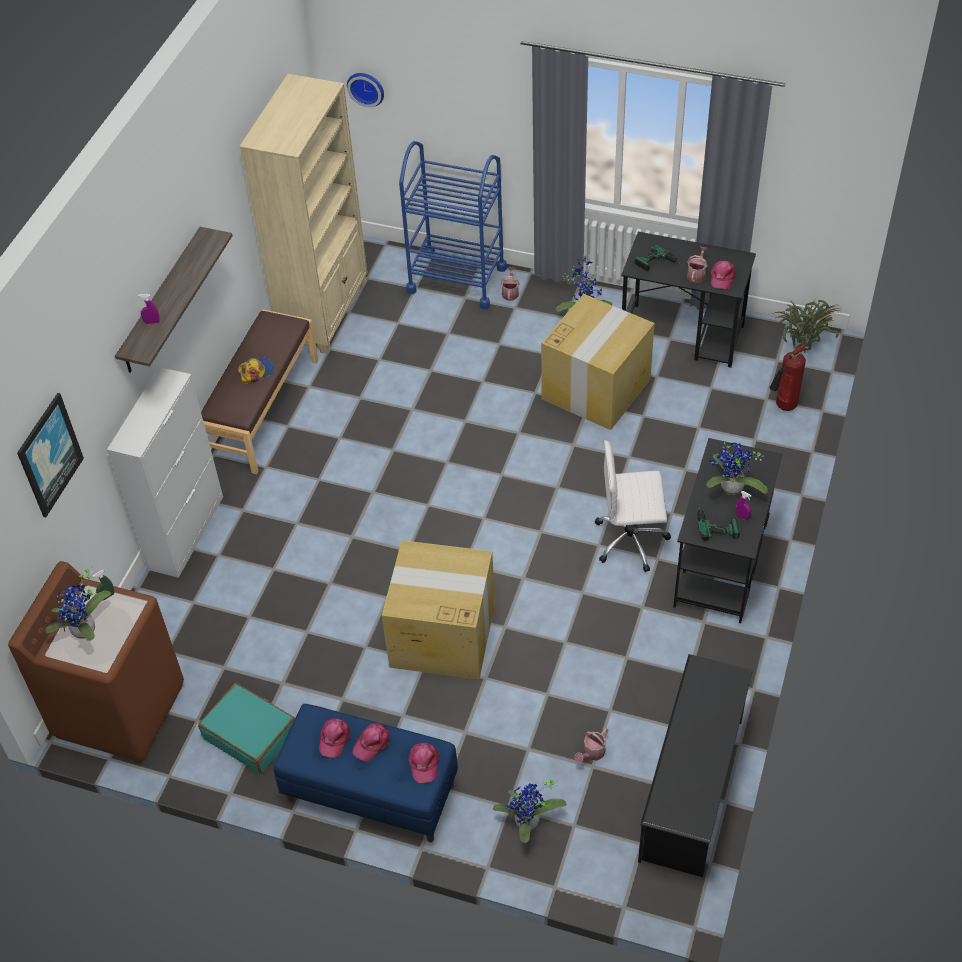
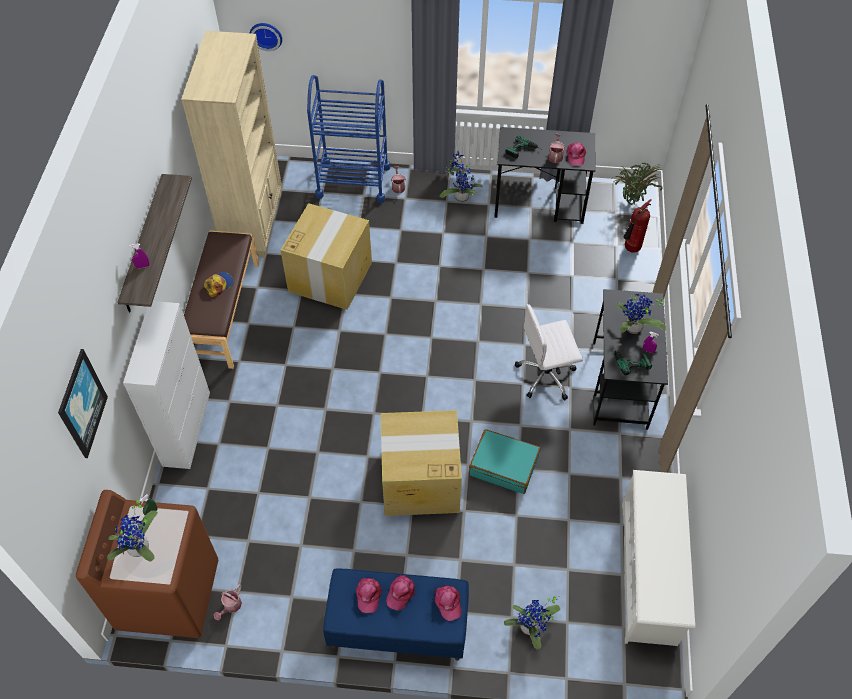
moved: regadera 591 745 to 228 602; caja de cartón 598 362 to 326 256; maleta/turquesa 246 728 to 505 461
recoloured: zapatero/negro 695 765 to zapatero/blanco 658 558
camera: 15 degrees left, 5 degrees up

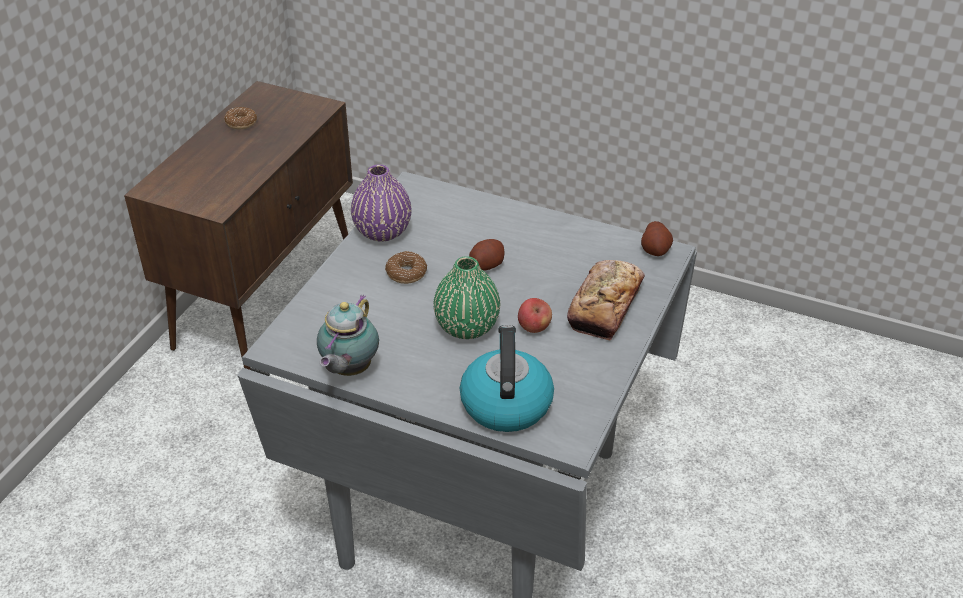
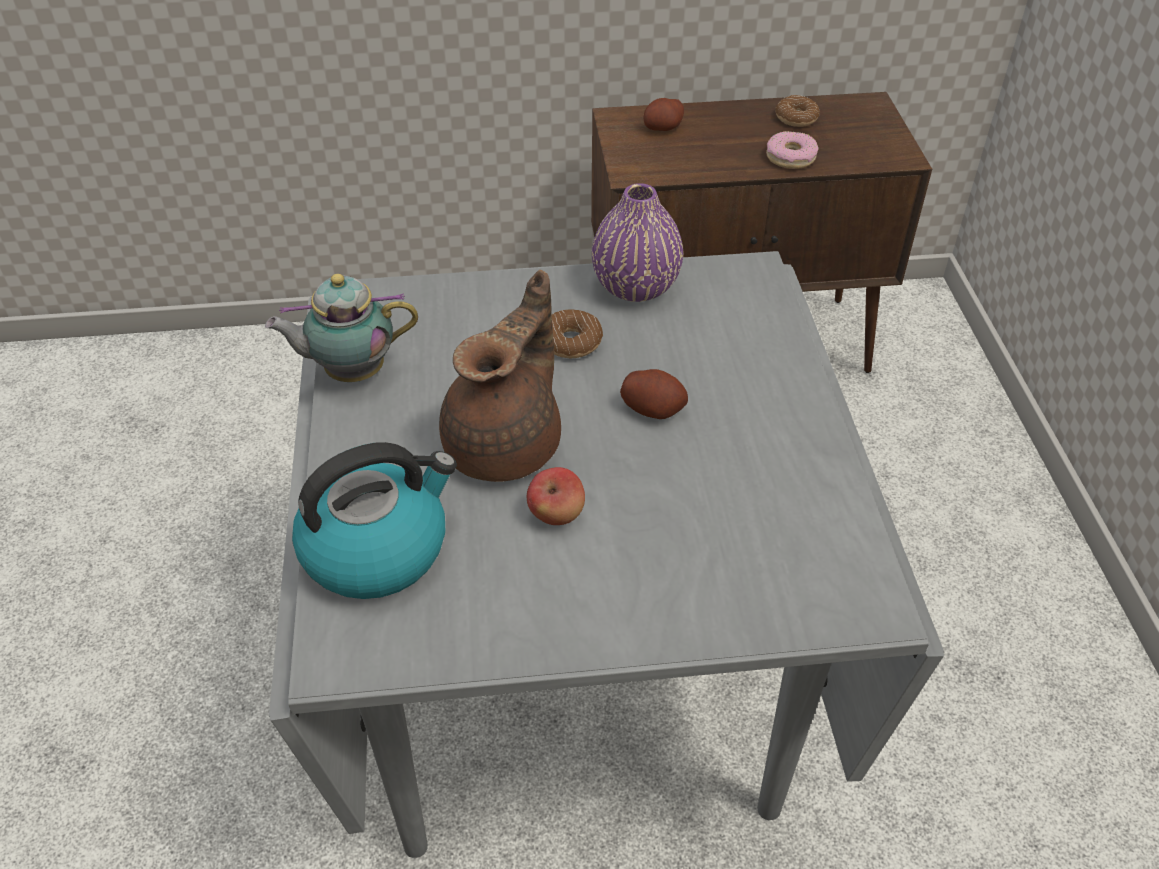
removed: pan 606 300
added: rosquilla 792 150
moved: patata 657 238 to 664 114
replaced: florero/verde 466 297 to tetera/marrón 500 376
camera: 60 degrees right, 5 degrees up

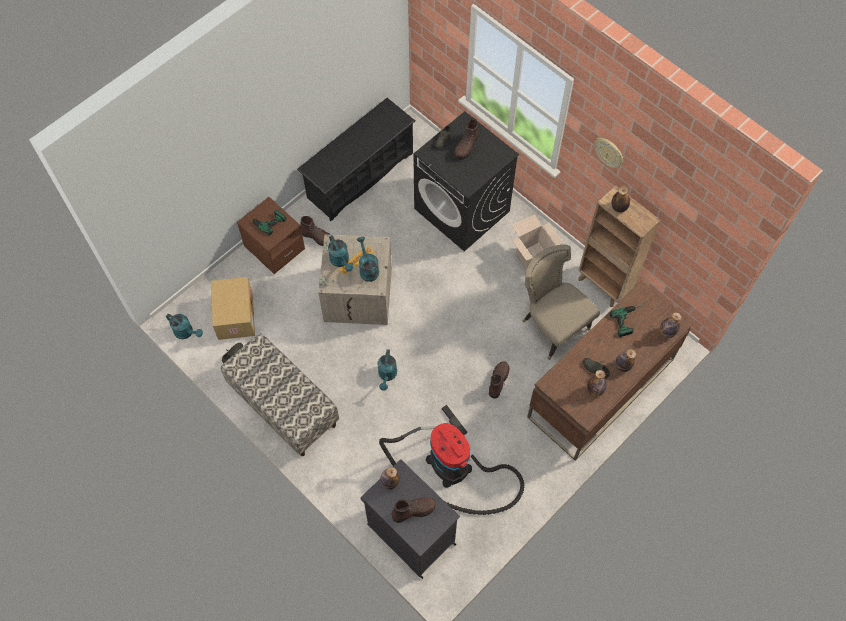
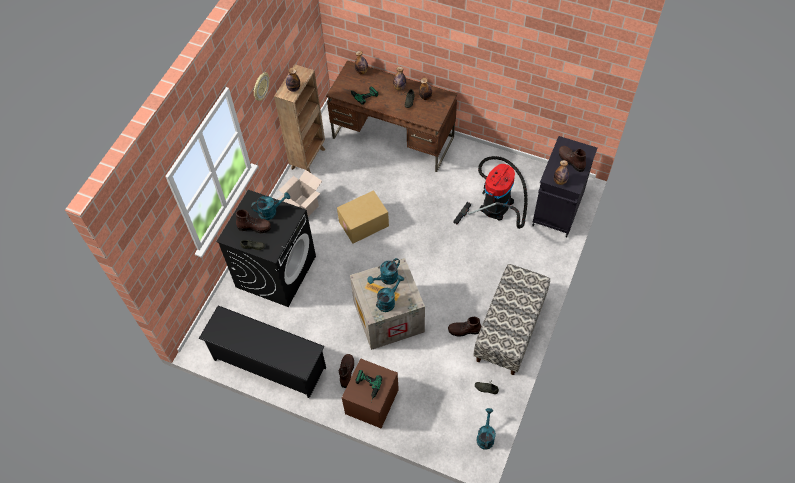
removed: silla/beis 561 302
moved: regadera/turquesa 387 370 to 270 206; caja de cartón 233 308 to 363 217; bota/marrón 499 380 to 464 327
camera: 110 degrees left, 5 degrees down

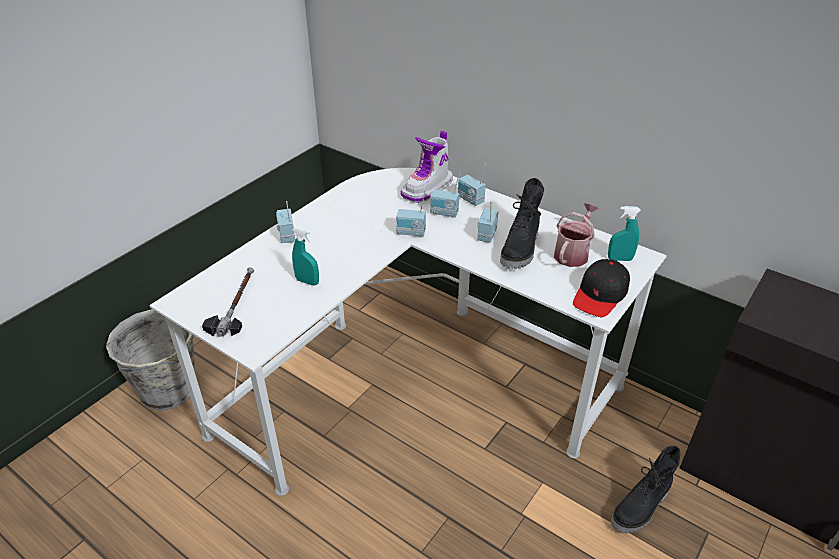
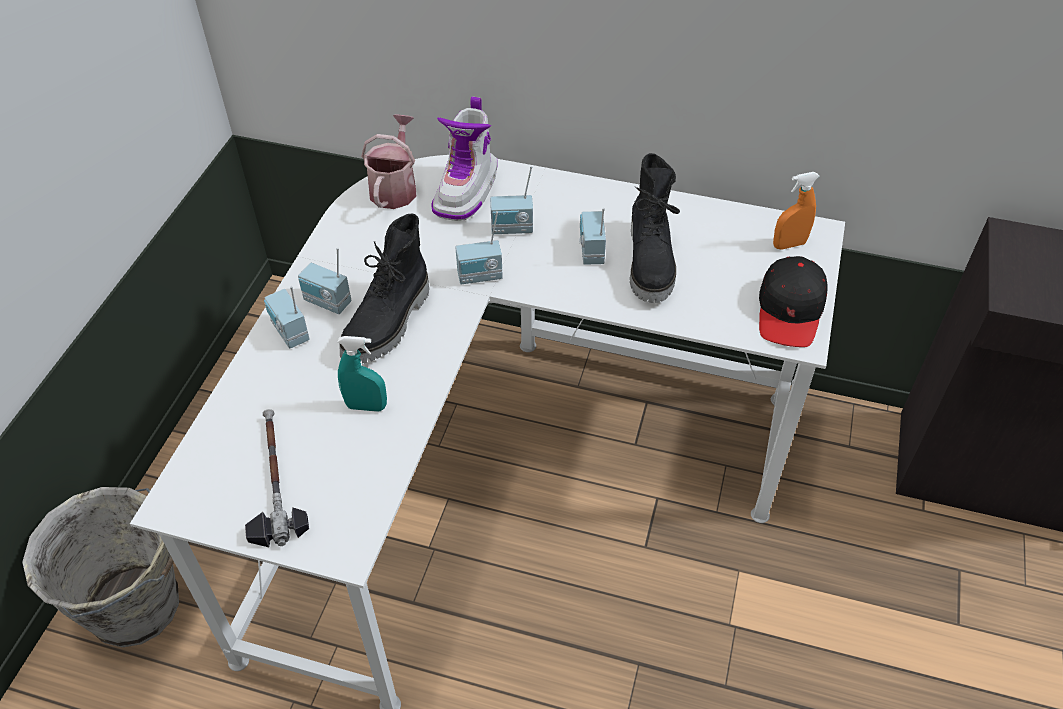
moved: radio 472 184 to 324 281; bota/negro 645 489 to 384 289; regadera 576 235 to 388 161
recoloured: pulverizador/turquesa 624 233 to pulverizador/naranja 796 211
camera: 20 degrees left, 10 degrees up

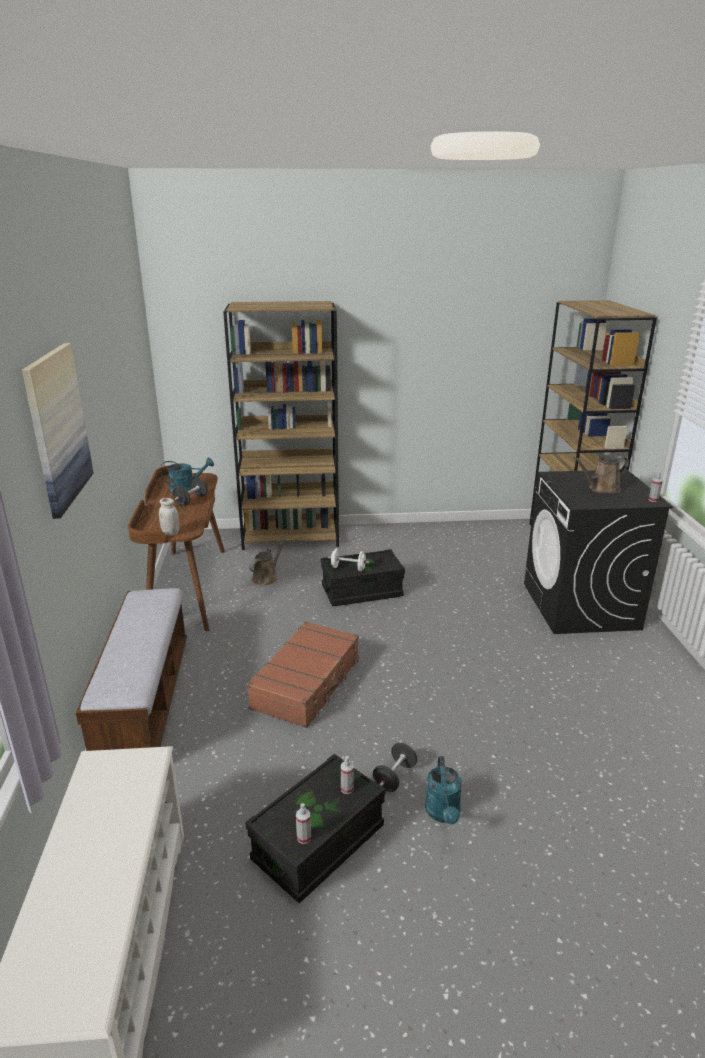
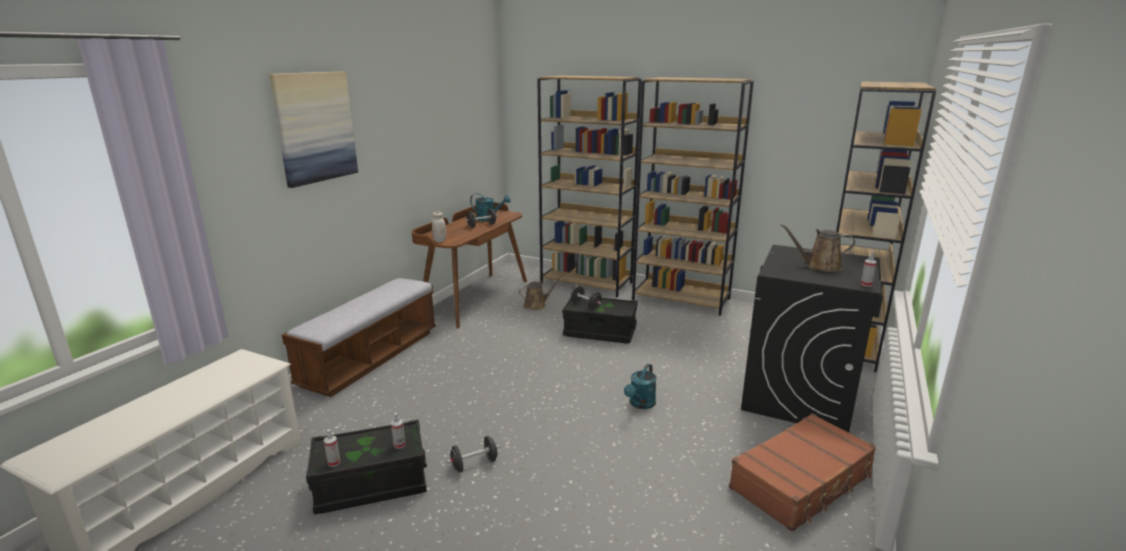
added: estantería/marrón 693 196
moved: regadera/turquesa 443 790 to 640 386; maleta/marrón 303 674 to 802 472
recoloured: mancuerna/blanco 348 559 to mancuerna/negro 586 298
camera: 30 degrees right, 5 degrees down

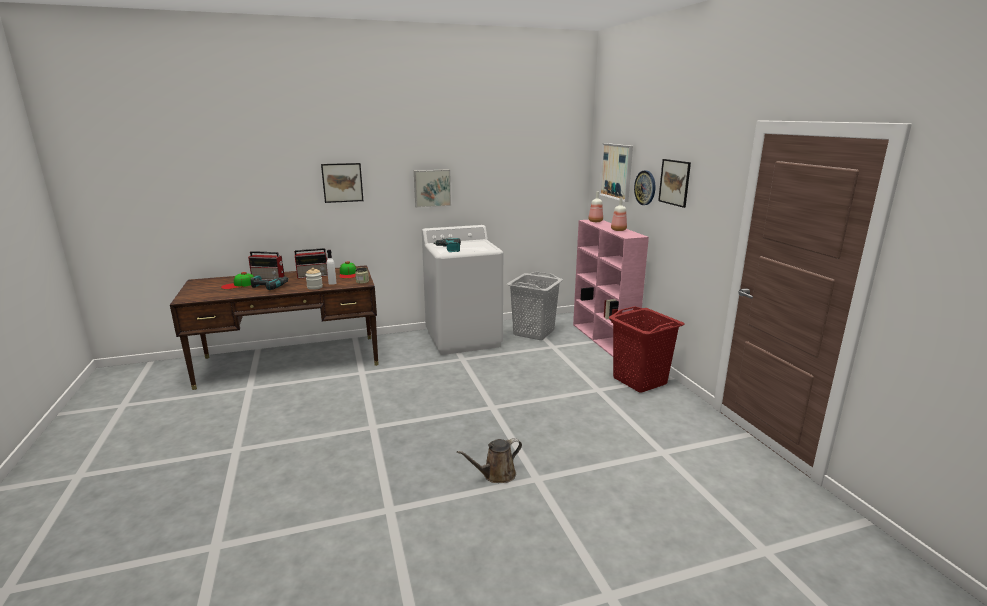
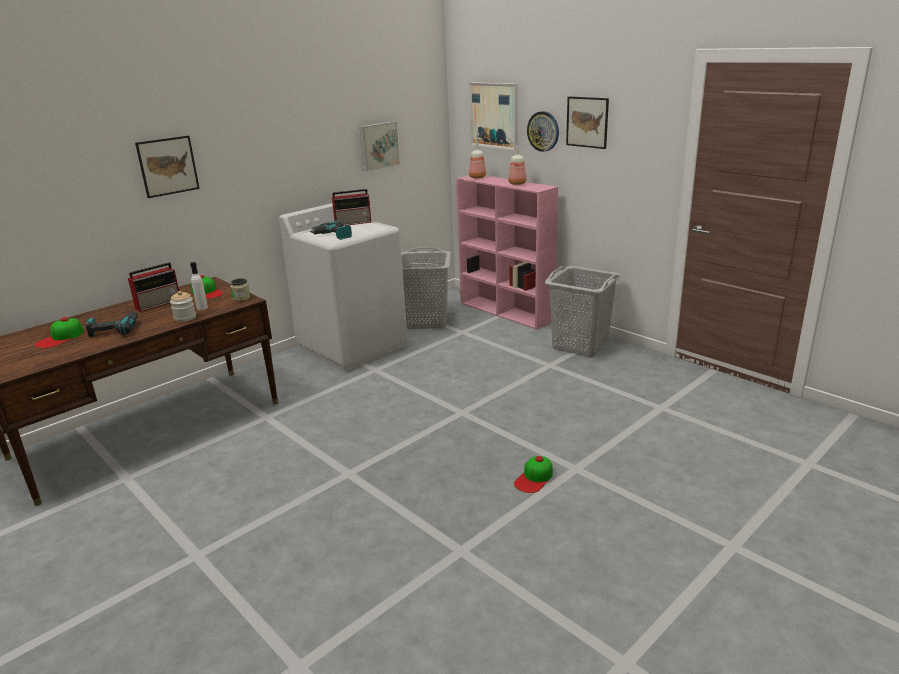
moved: radio 266 265 to 351 207; cuadro 432 188 to 379 146
replaced: regadera/marrón 489 460 to gorra 533 474
recoloured: cesto de la ropa/rojo 646 349 to cesto de la ropa/gris 582 311
camera: 25 degrees left, 5 degrees up

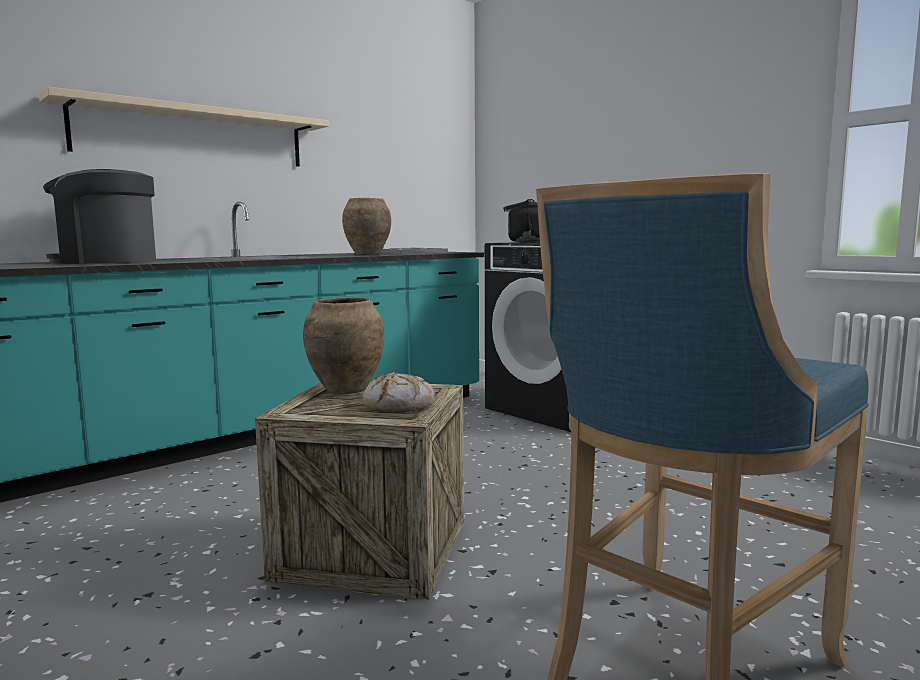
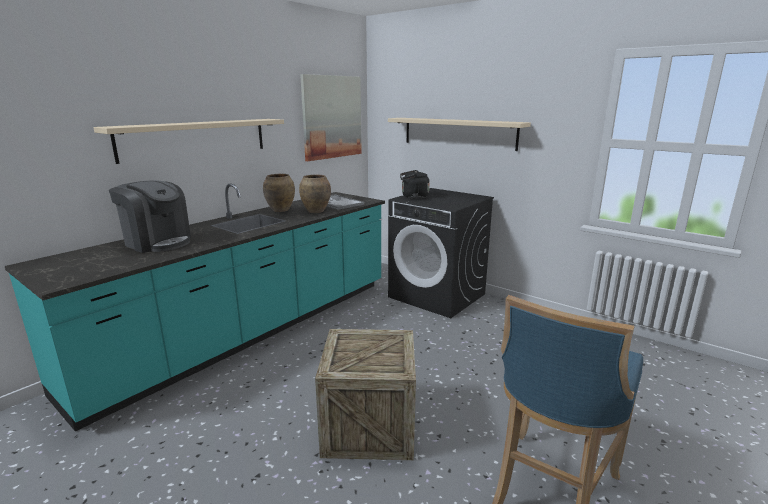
removed: pan 398 392
added: cuadro 331 117; estante/beis 459 134
moved: florero/marrón 343 345 to 279 193
turned: cafetera 99 216 = 150 216 135 degrees counterclockwise
camera: 10 degrees left, 10 degrees up

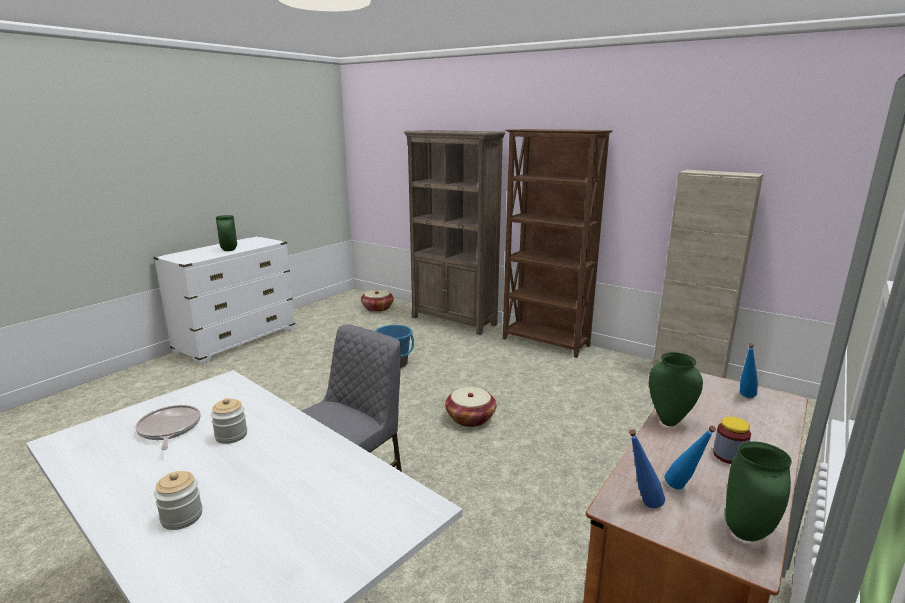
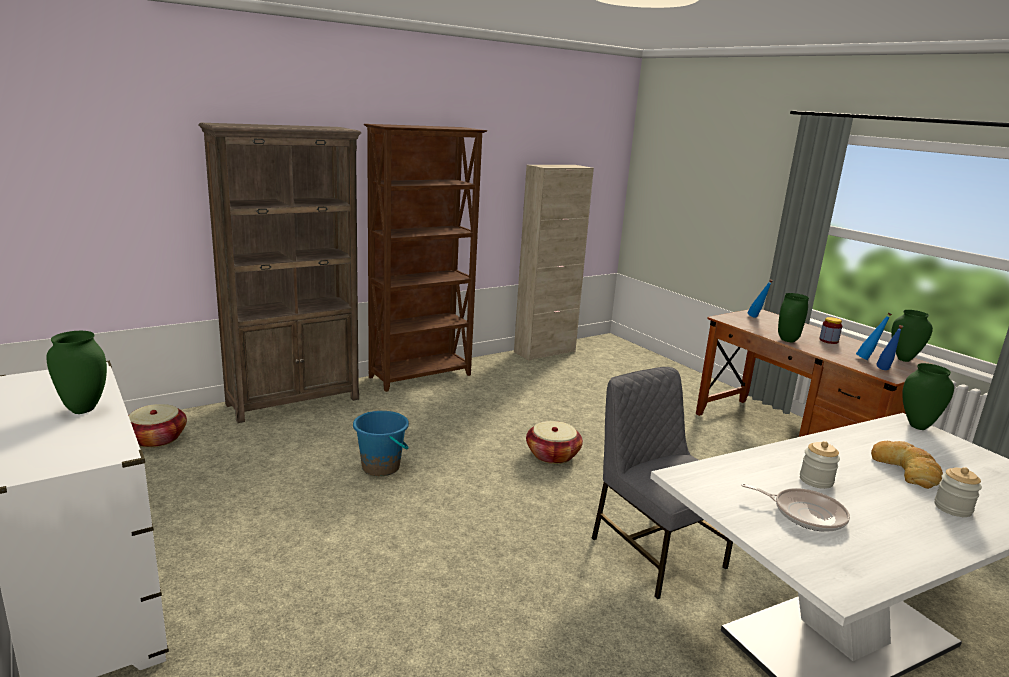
added: pan 907 465; florero/verde 928 396
turned: sartén 168 427 = 795 507 150 degrees counterclockwise
camera: 70 degrees left, 0 degrees up

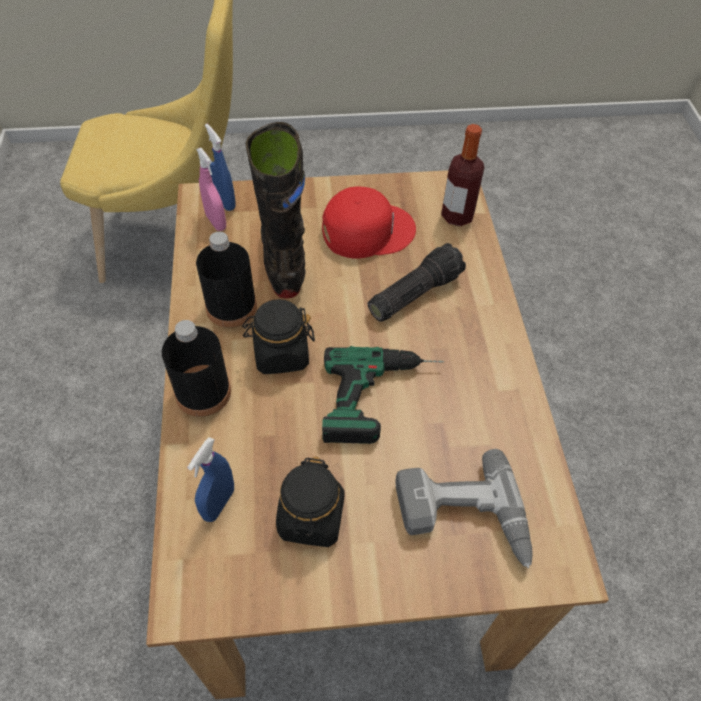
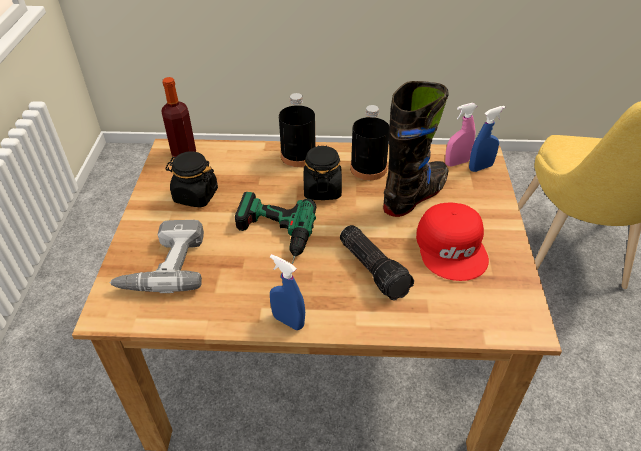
moved: botella 462 175 to 178 117; pulverizador/azul 210 479 to 287 292
turned: bota/negro 275 210 = 416 149 45 degrees counterclockwise
camera: 100 degrees right, 10 degrees down

